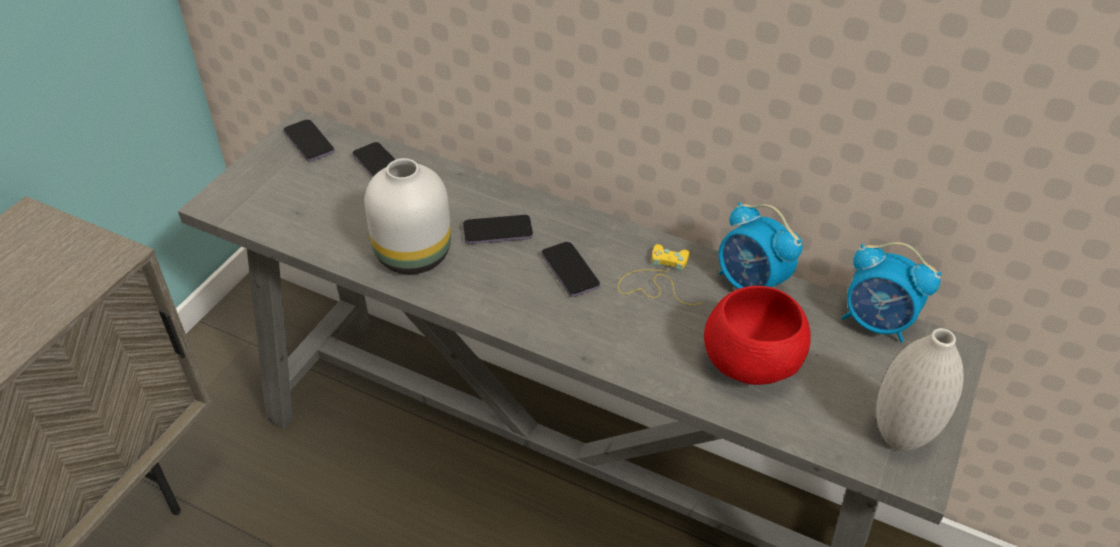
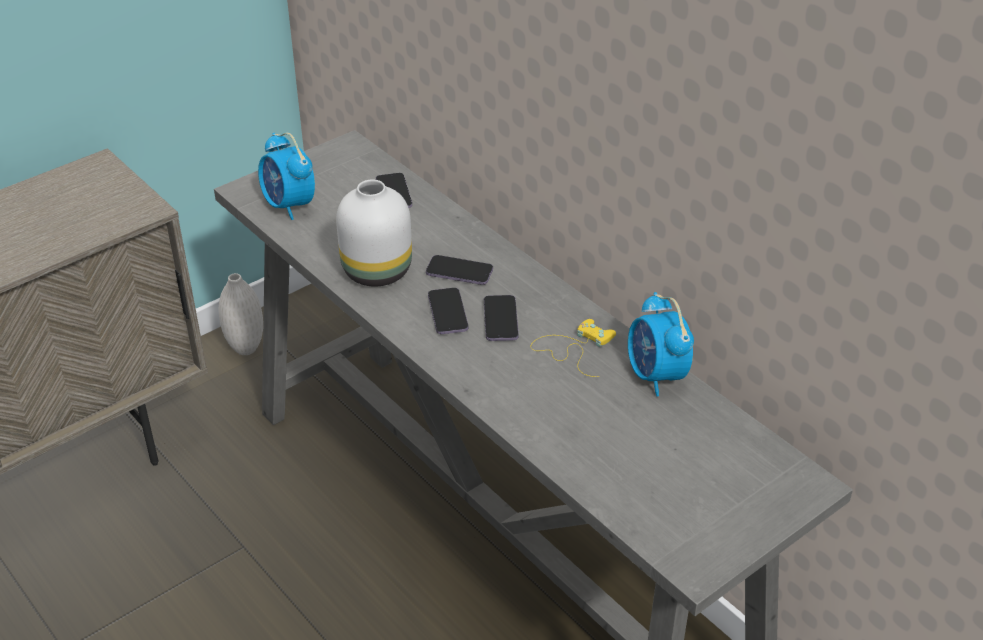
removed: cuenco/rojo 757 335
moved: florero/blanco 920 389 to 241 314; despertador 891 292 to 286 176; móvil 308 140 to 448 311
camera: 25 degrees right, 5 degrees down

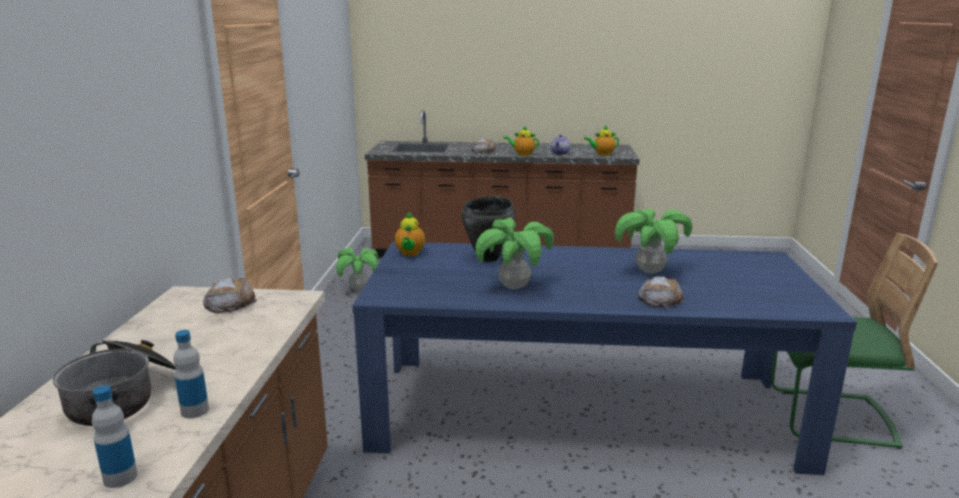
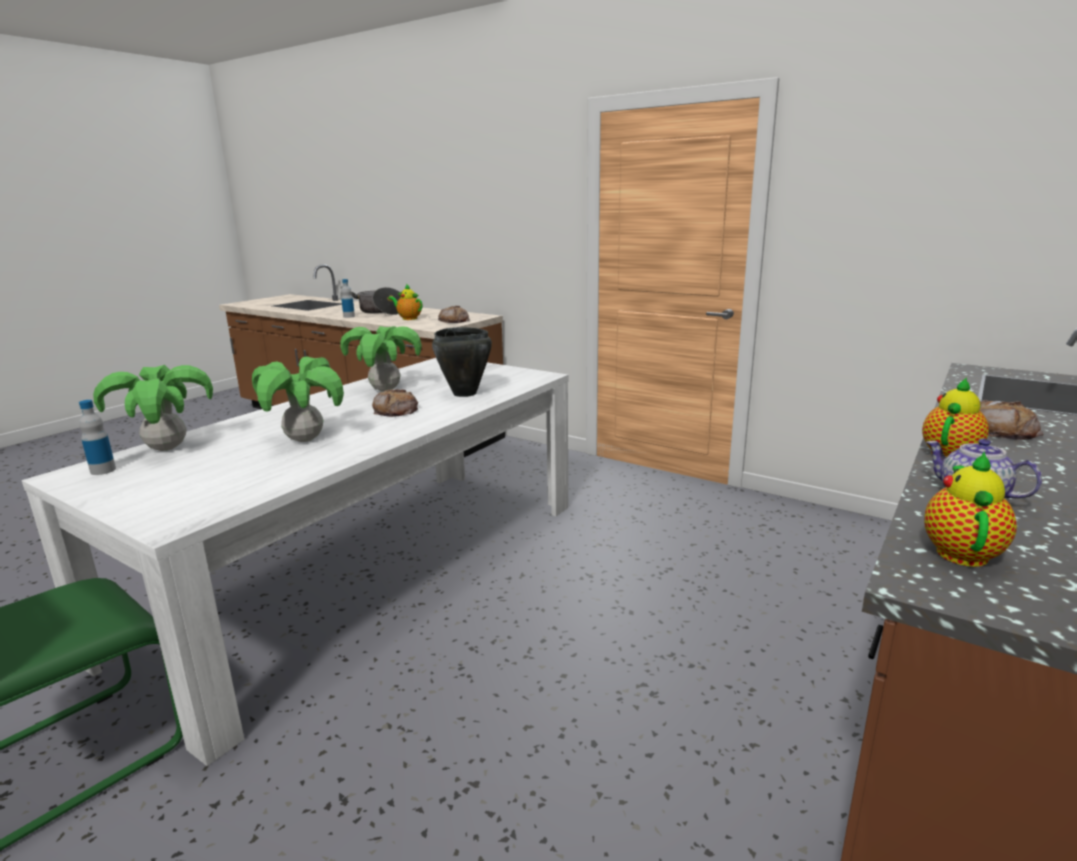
moved: botella 115 436 to 97 437; planta en maceta 357 269 to 153 408; pan 661 292 to 395 403; tetera 410 234 to 405 302
recoloured: mesa de comedor/azul 604 358 to mesa de comedor/blanco 295 562
camera: 120 degrees right, 0 degrees up

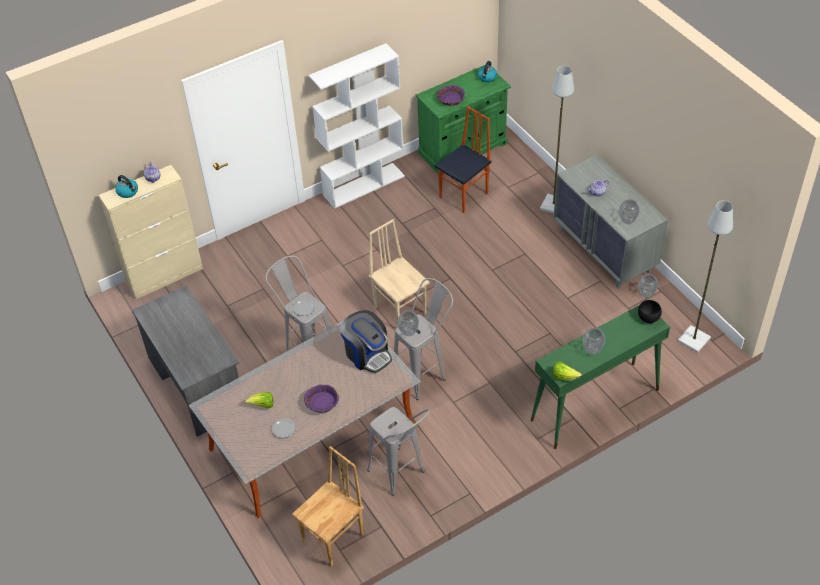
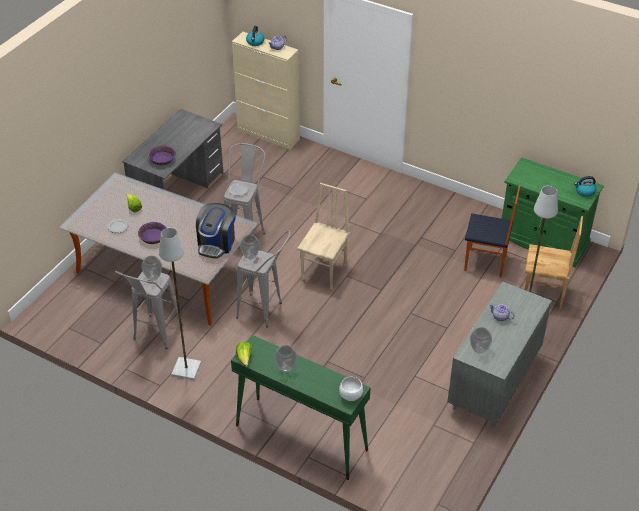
removed: estantería/blanco 357 126
moved: florero 648 286 to 152 268; cuenco/morado 451 95 to 162 155; lámpara de pie/gris 705 277 to 180 304; silla/marrón 328 506 to 554 263
recoloured: cuenco/negro 650 311 to cuenco/blanco 351 389
camera: 60 degrees right, 5 degrees down

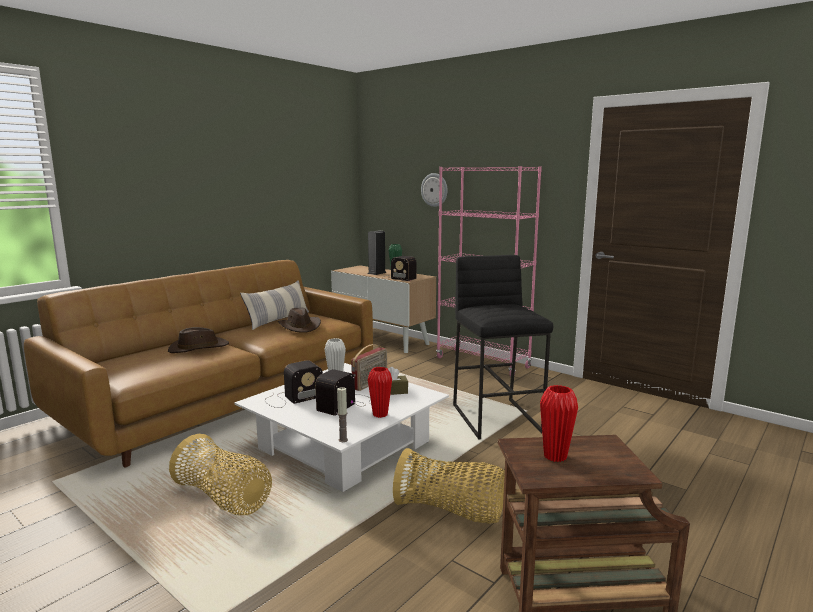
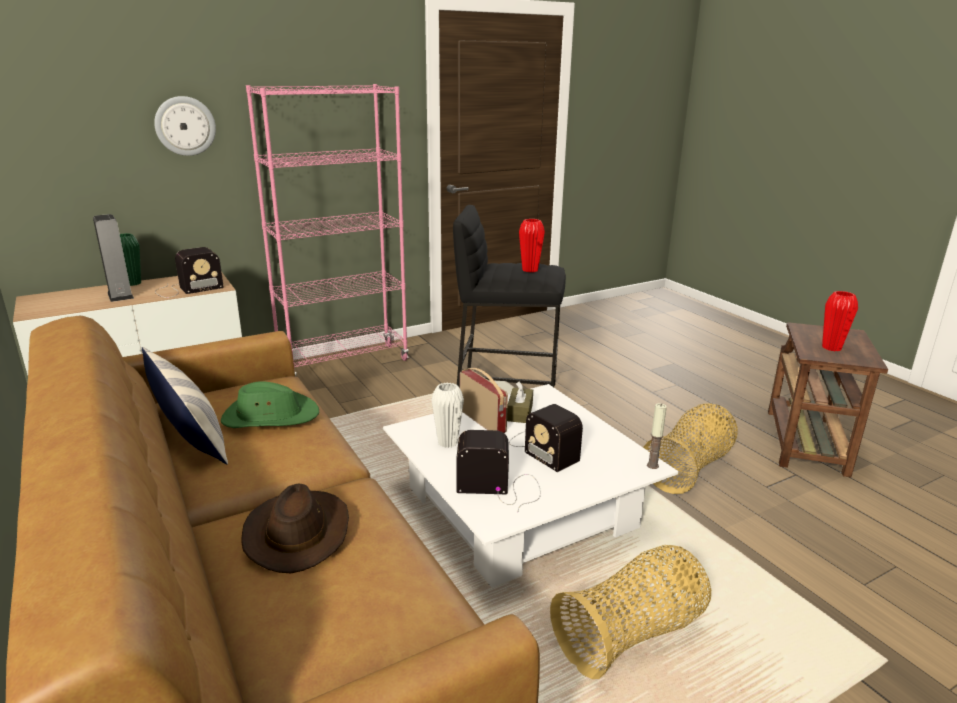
moved: florero/rojo 380 392 to 532 246
recoloured: sombrero/marrón 299 320 to sombrero/verde 270 404
turned: radio 294 384 = 498 470 75 degrees counterclockwise
camera: 70 degrees left, 10 degrees up

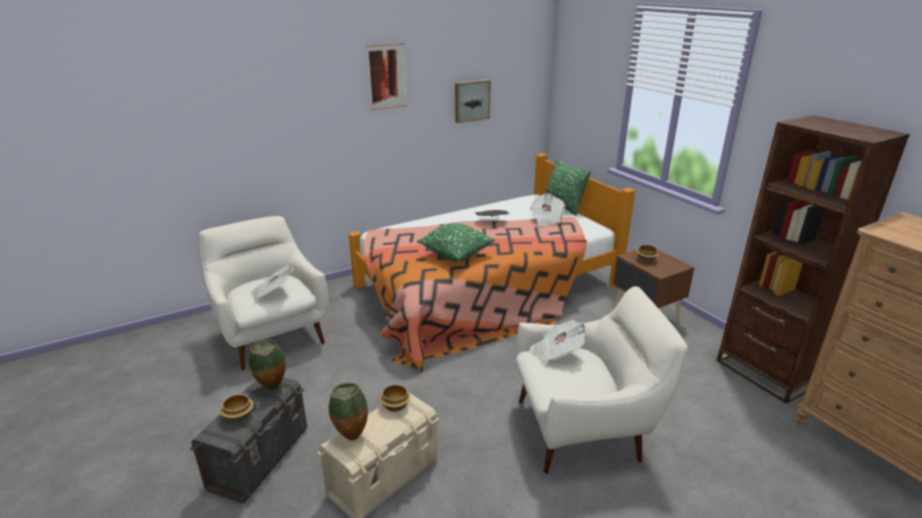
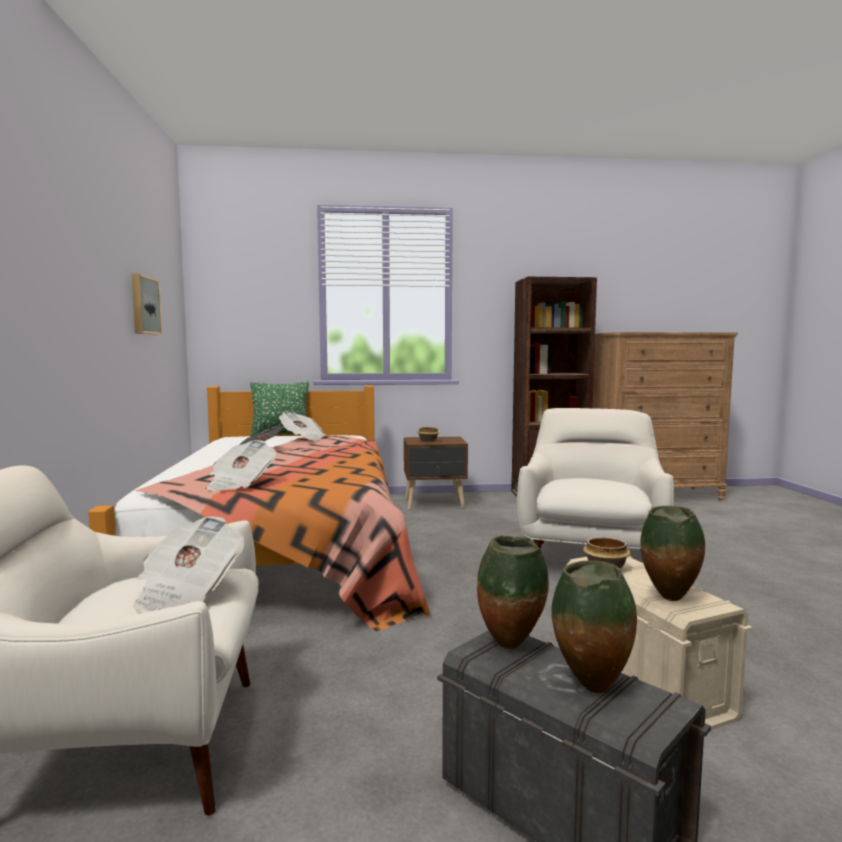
removed: cuadro 386 76; cojín/verde 456 242
moved: periódico 559 341 to 242 465
replaced: cuenco 236 408 to florero 594 627
camera: 65 degrees left, 20 degrees down

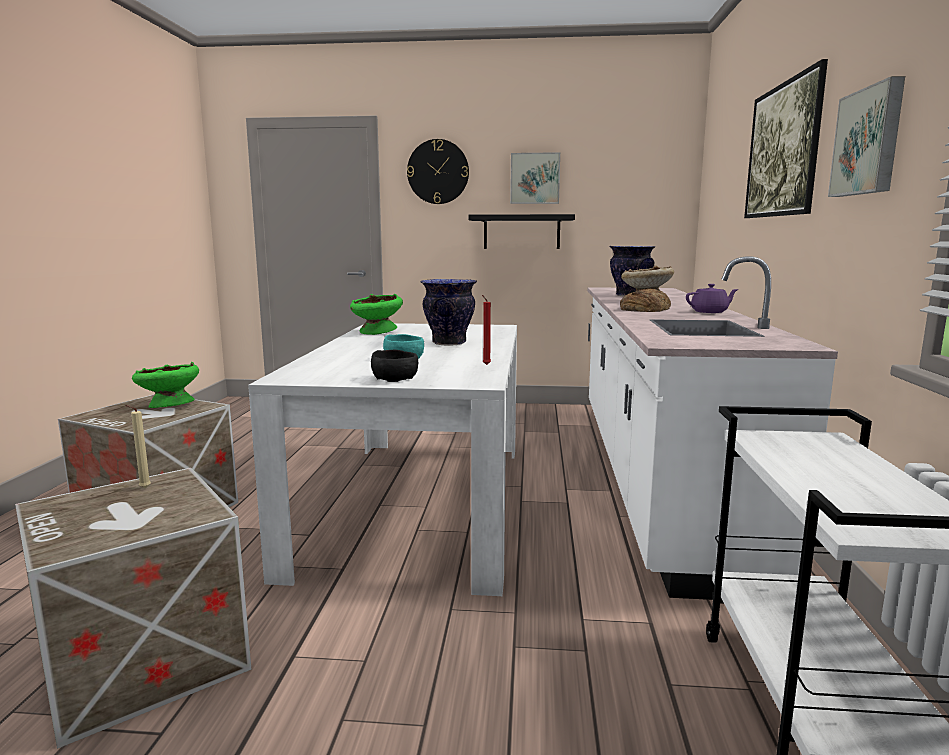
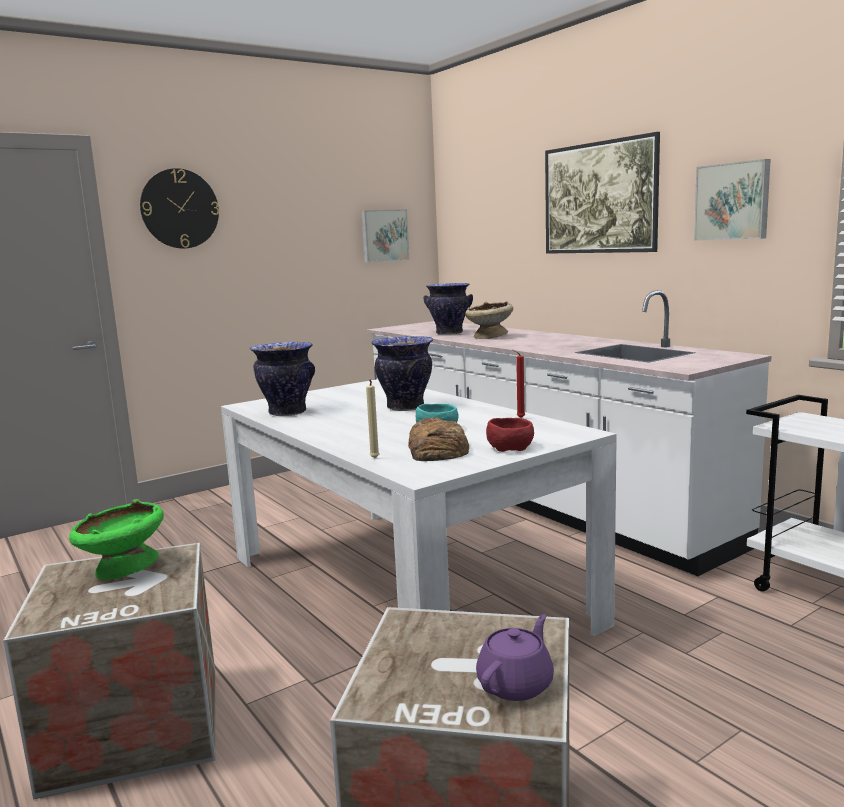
removed: estante/negro 522 231
moved: cuadro 535 178 to 385 236; vela/beis 138 446 to 373 419; pan 645 300 to 438 439; tetera/morado 712 298 to 515 657
replaced: cuenco/verde 376 314 to florero 282 379
recoloured: cuenco/negro 394 366 to cuenco/rojo 510 435
camera: 40 degrees left, 0 degrees up

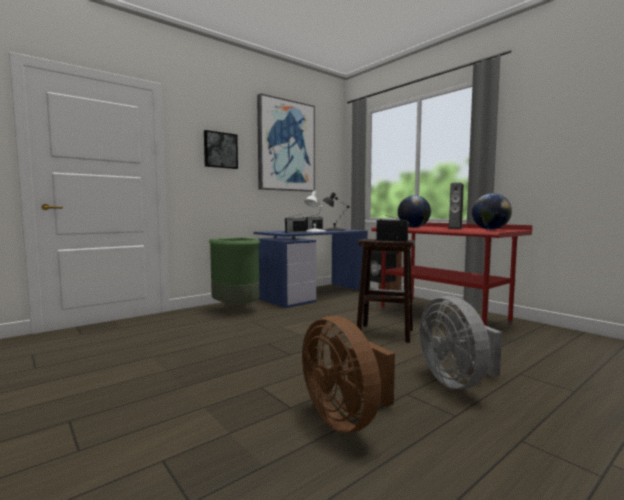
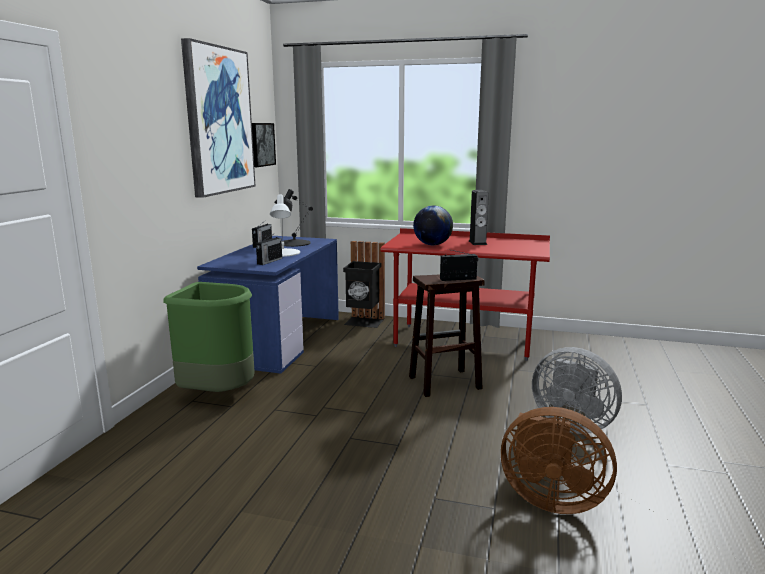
removed: globo terráqueo 492 211
moved: cuadro 221 149 to 264 145
camera: 35 degrees left, 10 degrees up

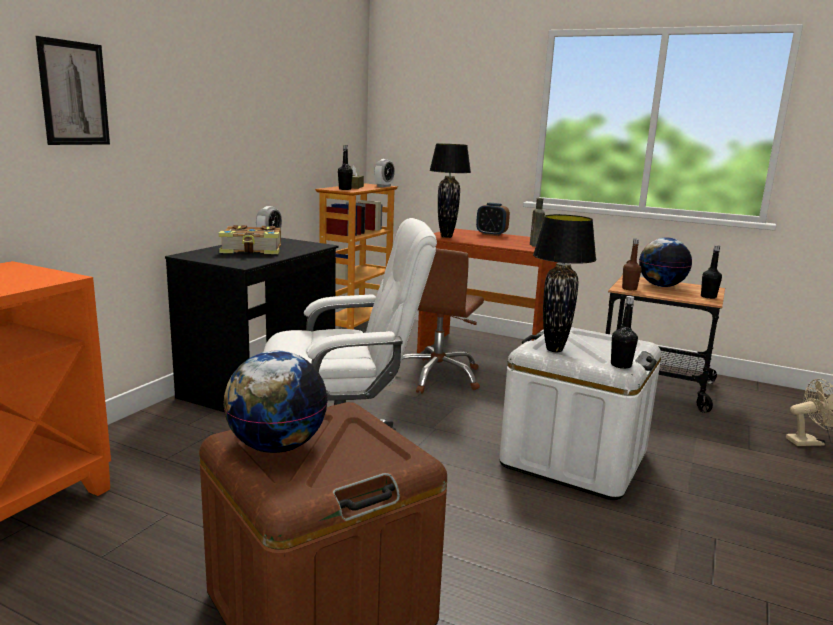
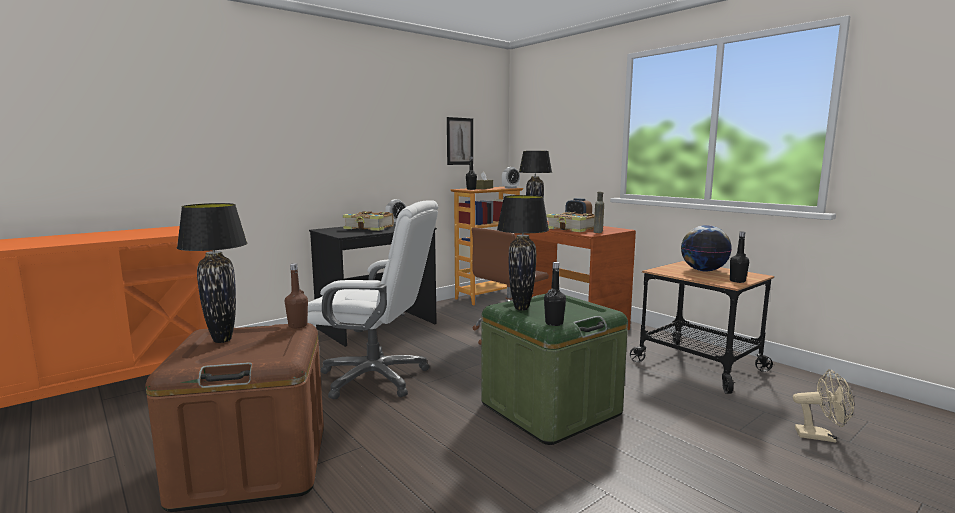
added: libro 570 222
moved: botella/marrón 632 265 to 296 295; cuadro 73 90 to 460 141
replaced: globo terráqueo 275 402 to lámpara de mesa/negro 212 273
recoloured: caja de almacenaje/blanco 580 413 to caja de almacenaje/verde 554 369
camera: 25 degrees right, 5 degrees down

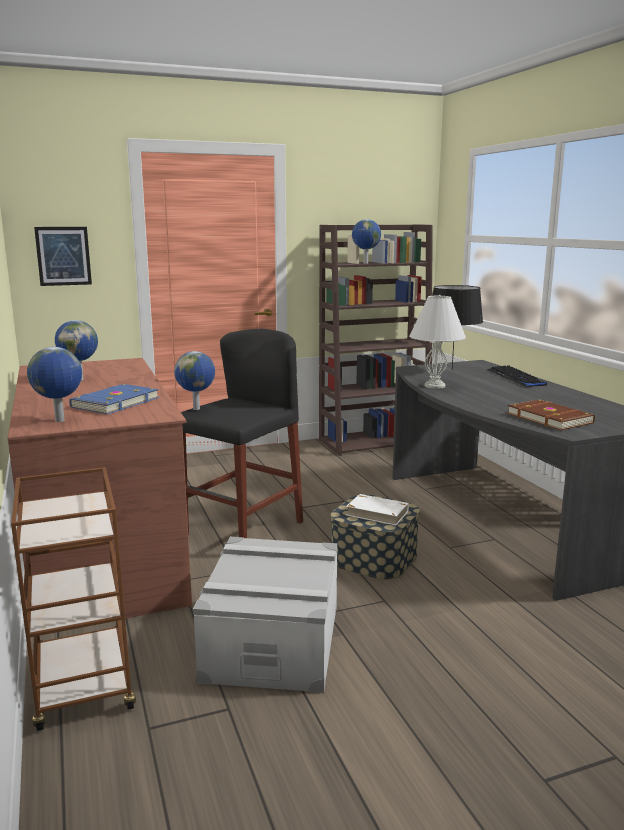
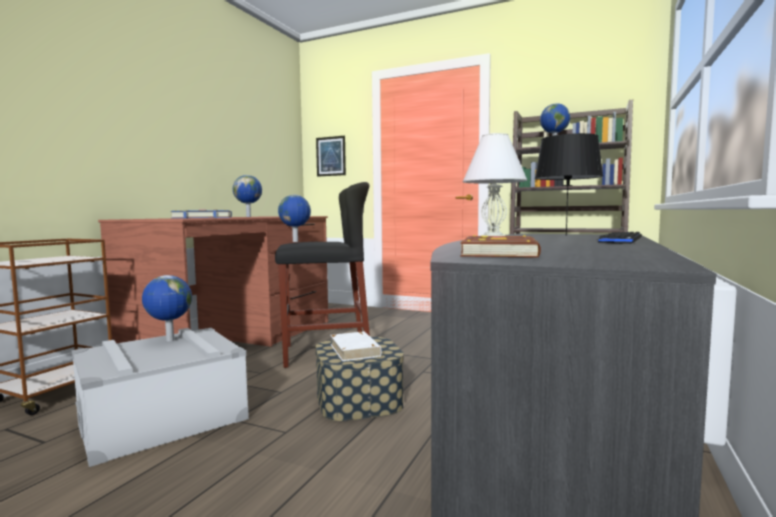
moved: globo terráqueo 54 384 to 167 308
camera: 45 degrees right, 10 degrees down

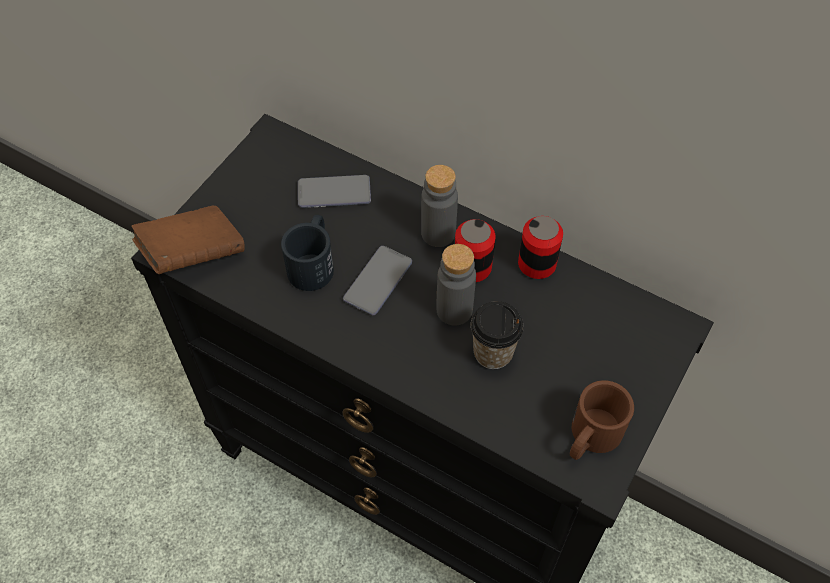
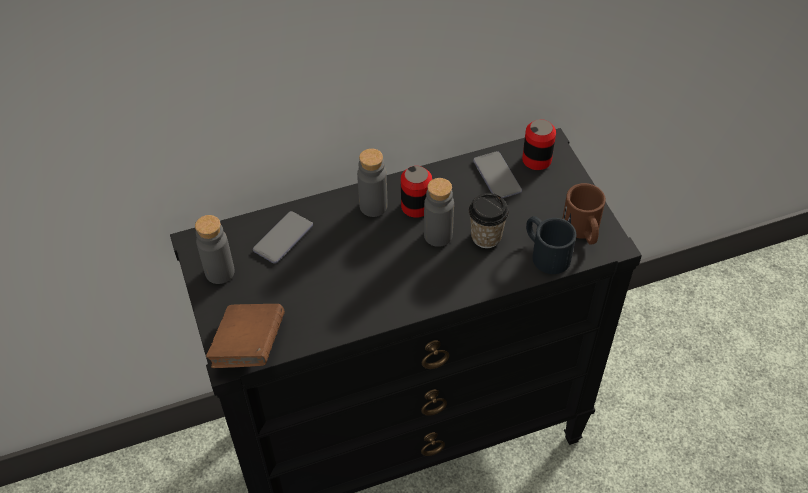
added: botella/gris 215 249
moved: móvil 377 281 to 497 174; lata 540 247 to 539 144; taza grande/negro 307 253 to 551 245
camera: 50 degrees left, 5 degrees down

